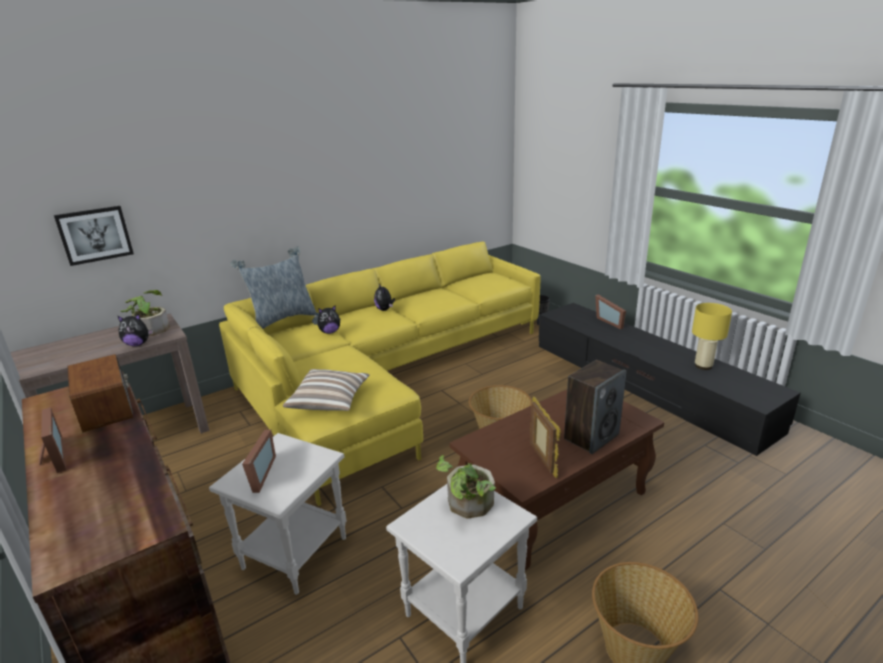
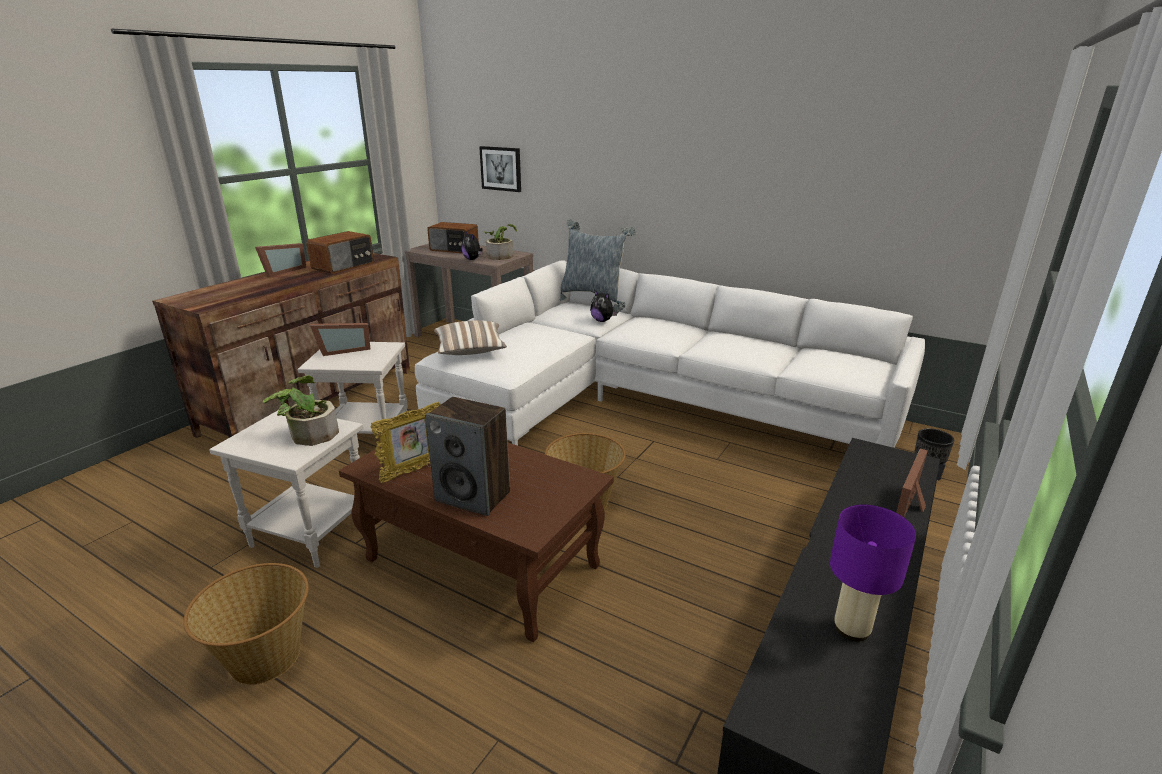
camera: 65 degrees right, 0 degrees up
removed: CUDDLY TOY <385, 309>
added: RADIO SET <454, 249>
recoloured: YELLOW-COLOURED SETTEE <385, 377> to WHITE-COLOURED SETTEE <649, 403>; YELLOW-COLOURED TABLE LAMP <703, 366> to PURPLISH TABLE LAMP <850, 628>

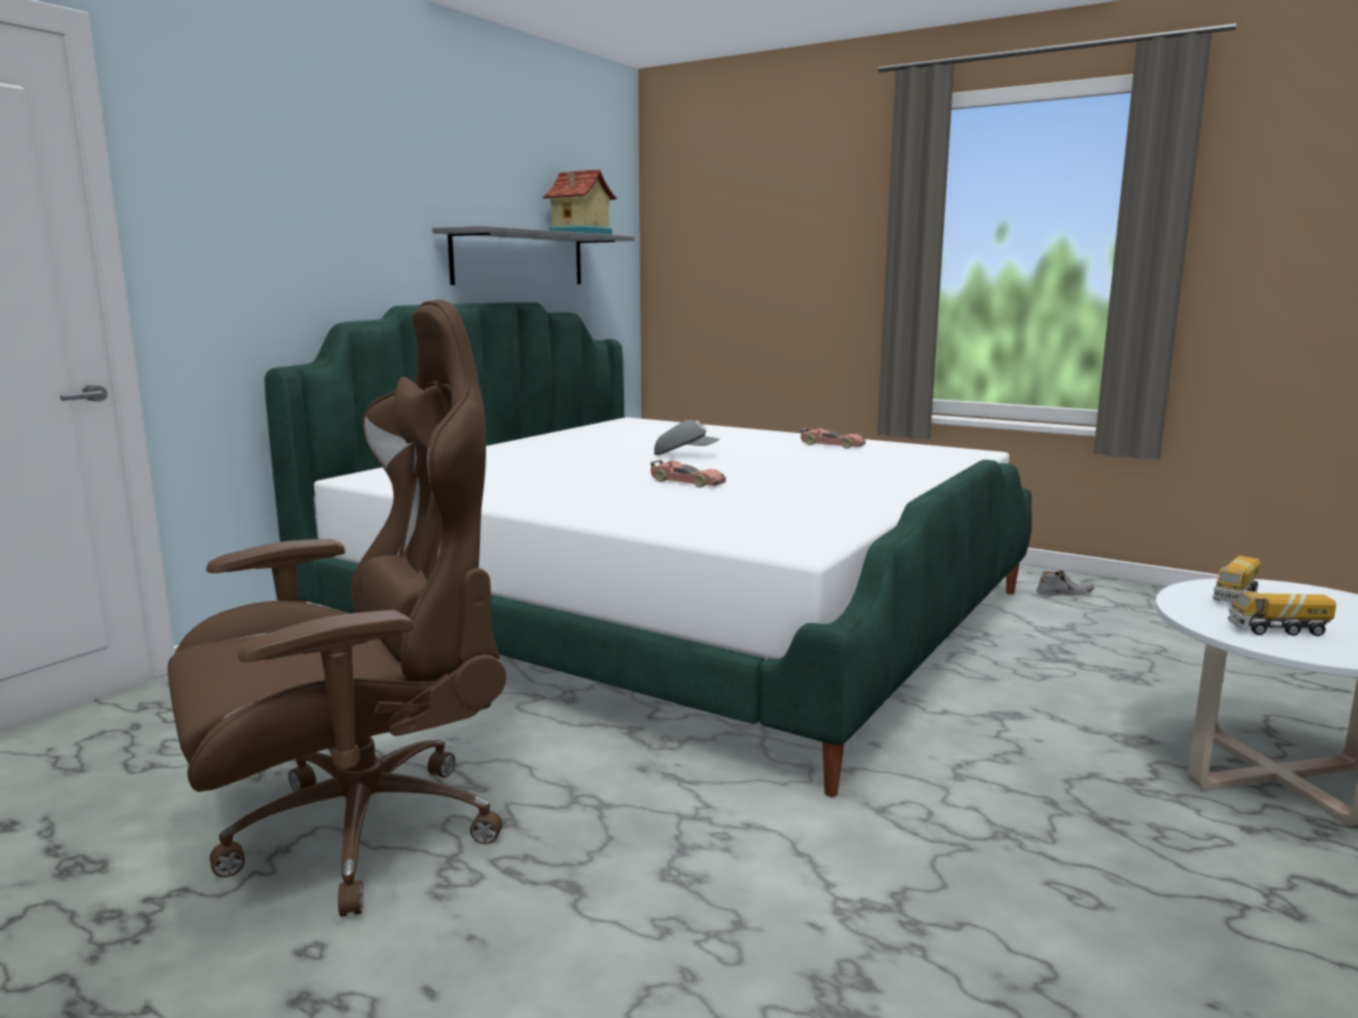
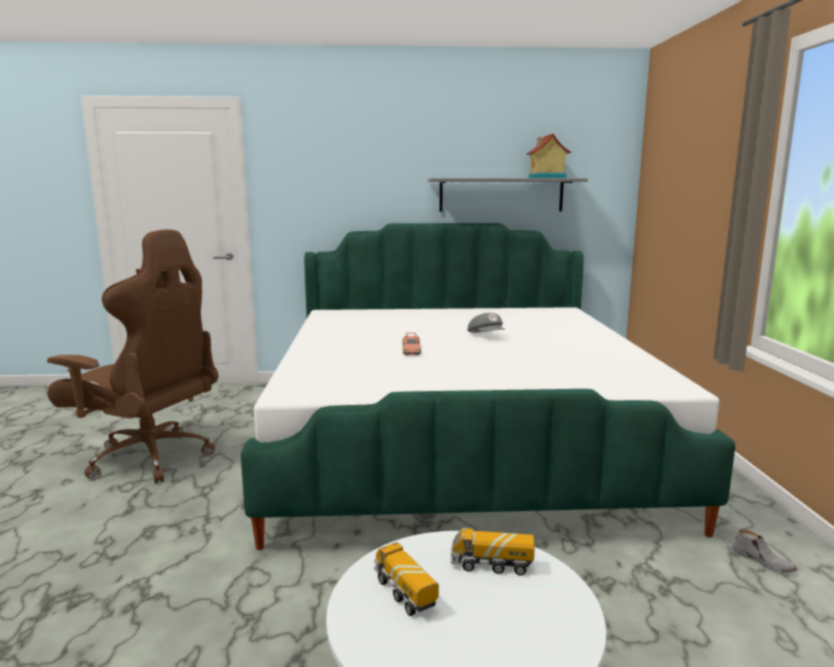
camera: 55 degrees right, 0 degrees up
removed: TOY CAR <831, 445>

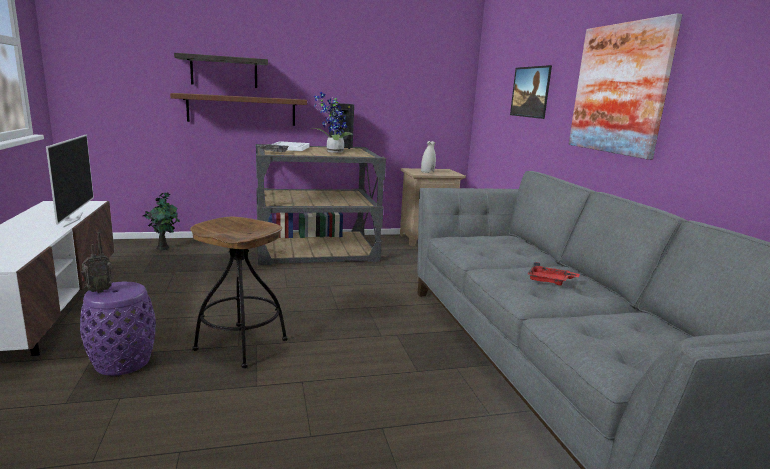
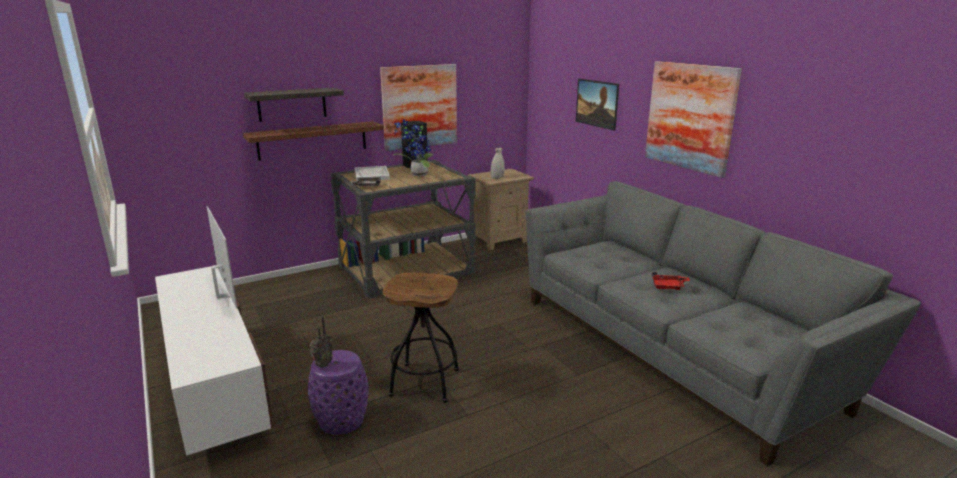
camera: 15 degrees left, 5 degrees up
removed: HOUSEPLANT <164, 248>
added: PICTURE <419, 106>

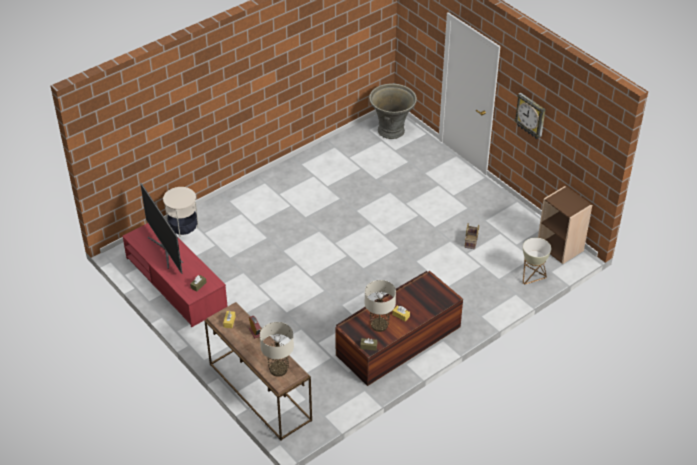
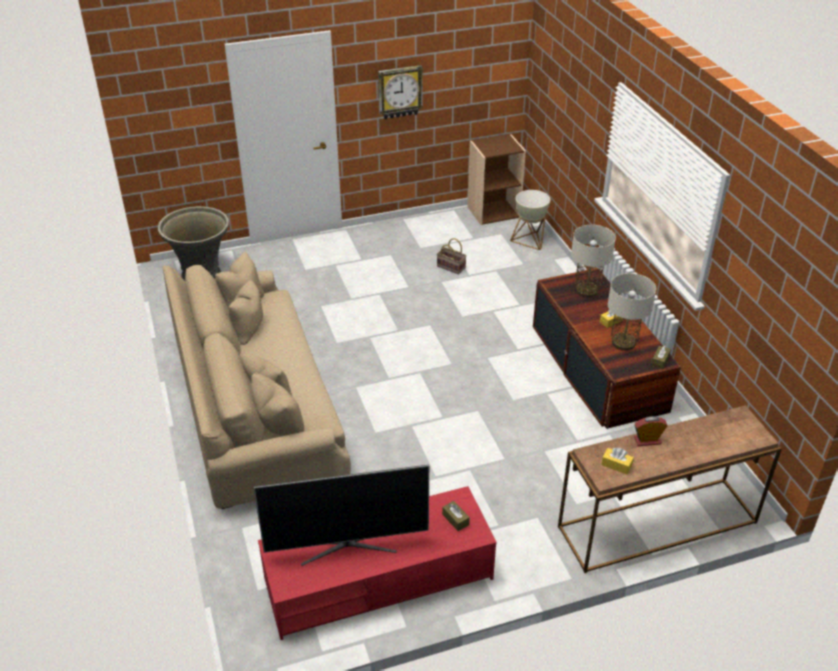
camera: 70 degrees left, 5 degrees down
removed: BEIGE-COLOURED END TABLE <183, 227>
added: BEIGE-COLOURED SETTEE <257, 404>
moved: TABLE LAMP <278, 369> to <587, 291>

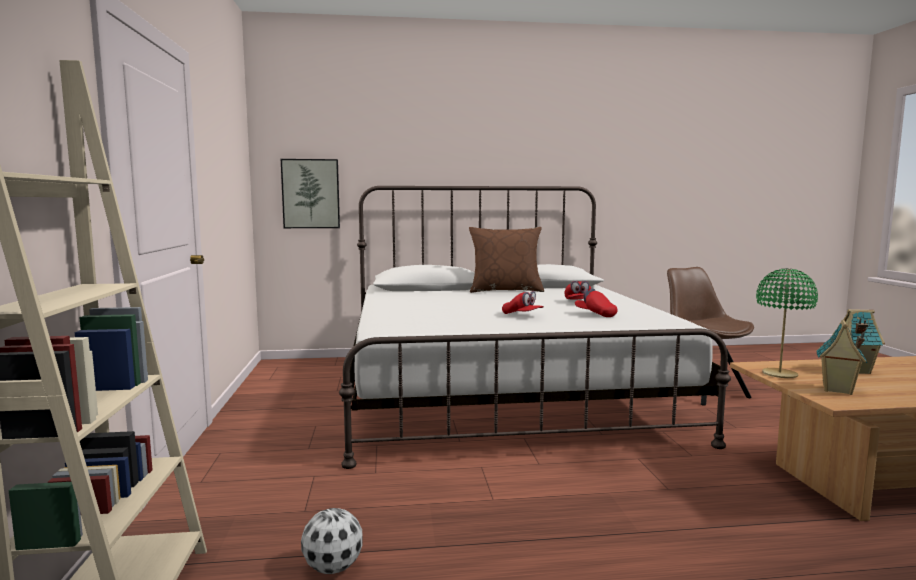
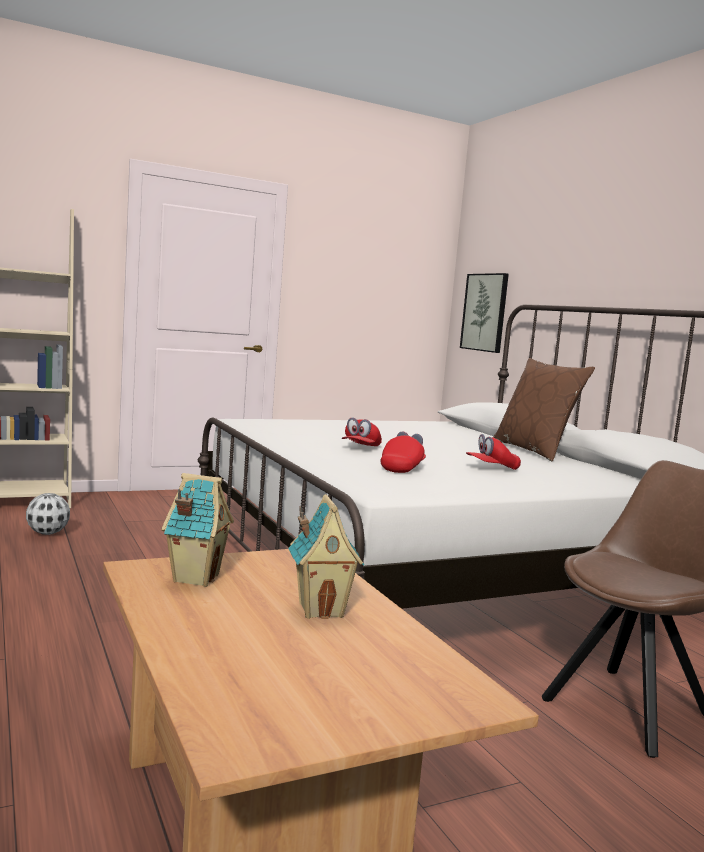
camera: 70 degrees right, 0 degrees up
removed: GREENISH TABLE LAMP <779, 374>

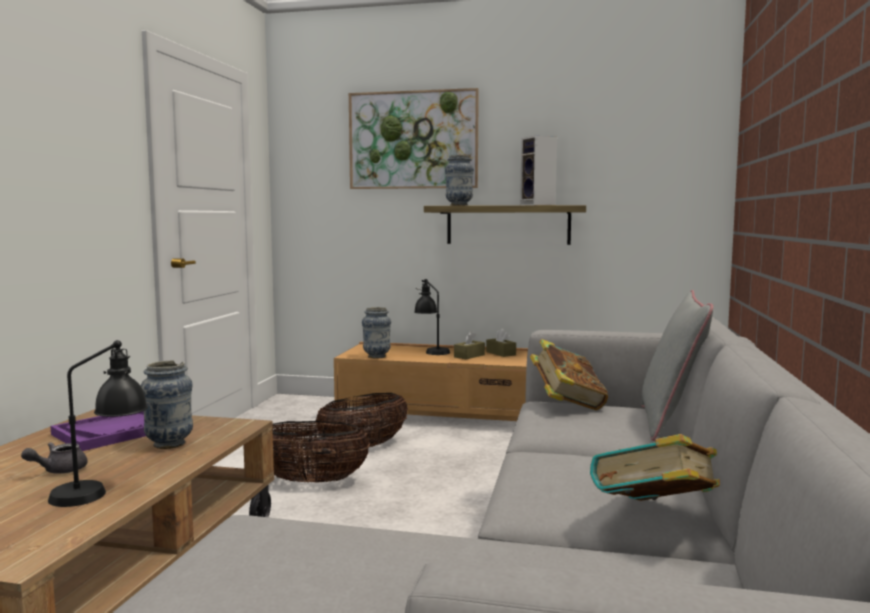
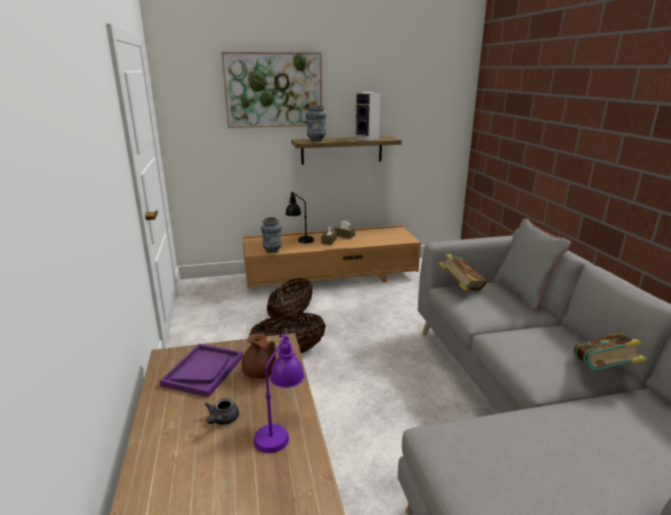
camera: 25 degrees left, 15 degrees up
replaced: FLOWER VASE <169, 444> to BROWNISH TEA POT <260, 373>
recoloured: BLACK TABLE LAMP <102, 490> to PURPLISH TABLE LAMP <280, 429>

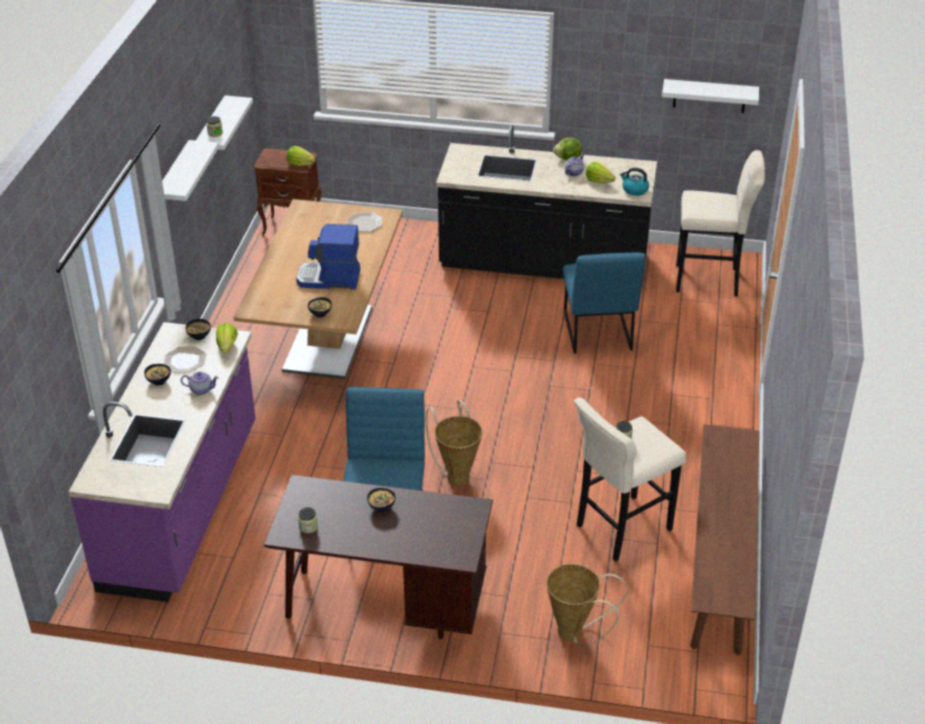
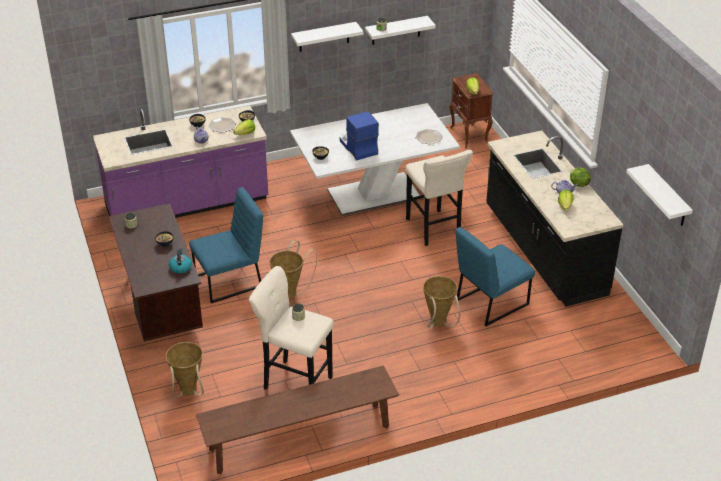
camera: 60 degrees right, 0 degrees up
added: STORAGE BASKET <438, 325>
moved: KETTLE <634, 190> to <180, 267>; BEIGE-COLOURED STOOL SEAT <710, 280> to <434, 230>
recoloured: BROWNISH KITCHEN TABLE <328, 339> to WHITE-COLOURED KITCHEN TABLE <373, 194>

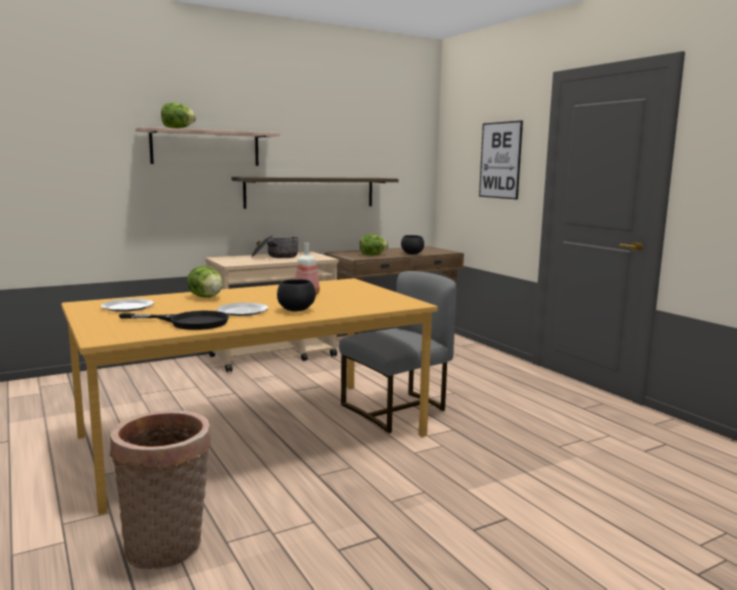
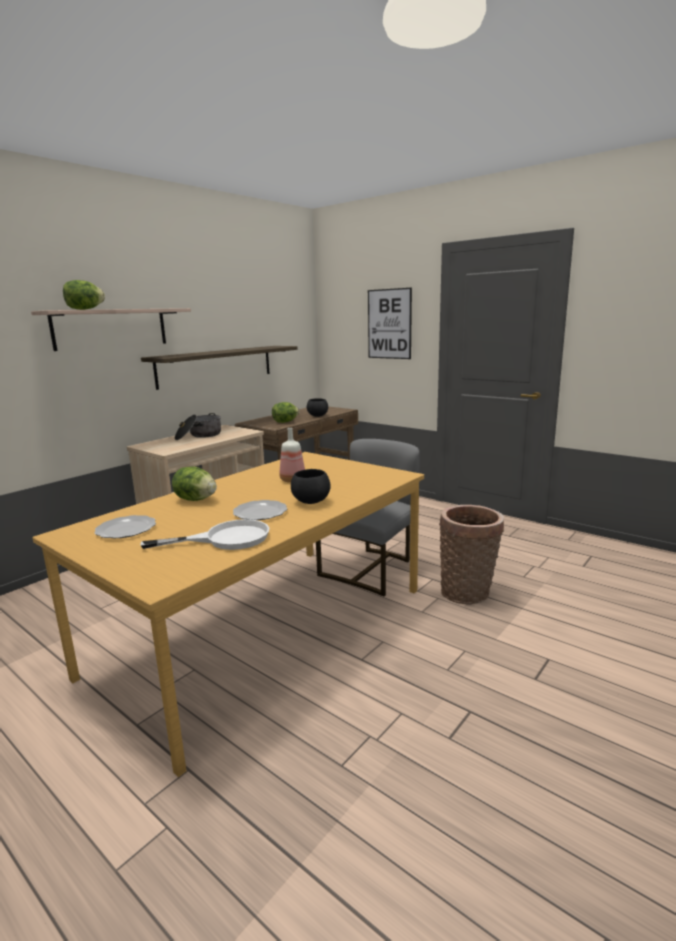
camera: 20 degrees left, 5 degrees up
moved: STORAGE BASKET <168, 549> to <468, 592>
recoloured: BLACK PAN <189, 322> to WHITE-COLOURED PAN <225, 539>

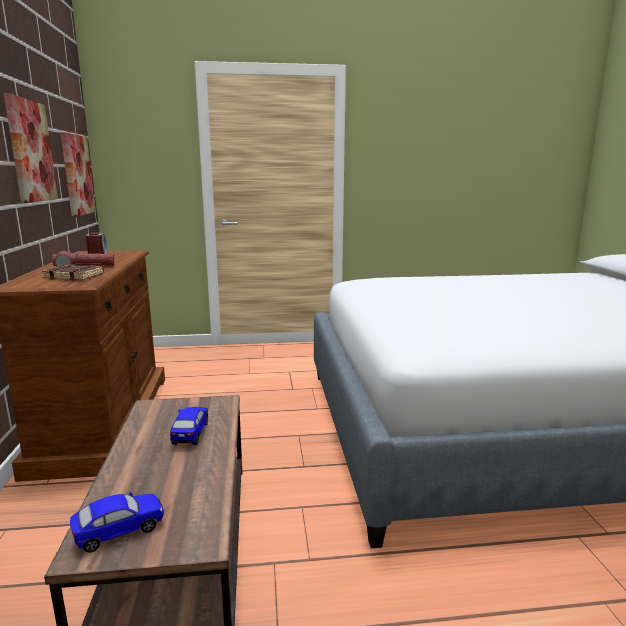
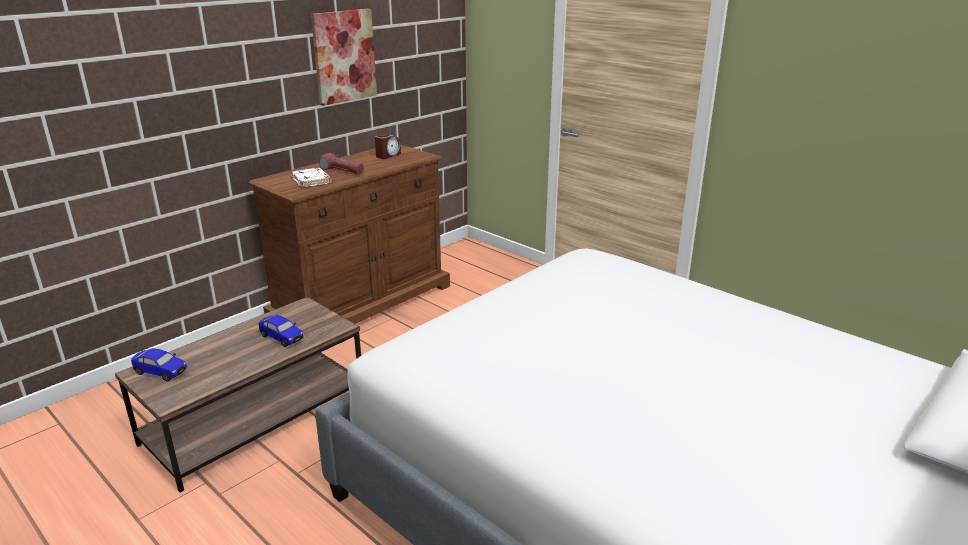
camera: 50 degrees right, 10 degrees up
removed: PICTURE <77, 175>
recoloured: BROWNISH VOLUME <75, 276> to WHITE-COLOURED VOLUME <312, 181>
turned: TOY CAR <191, 433> = <282, 338> 75 degrees clockwise

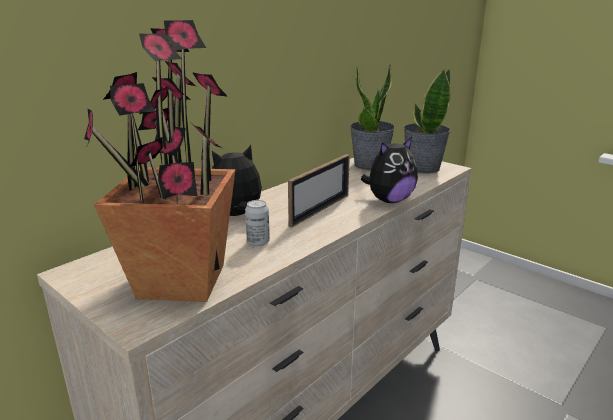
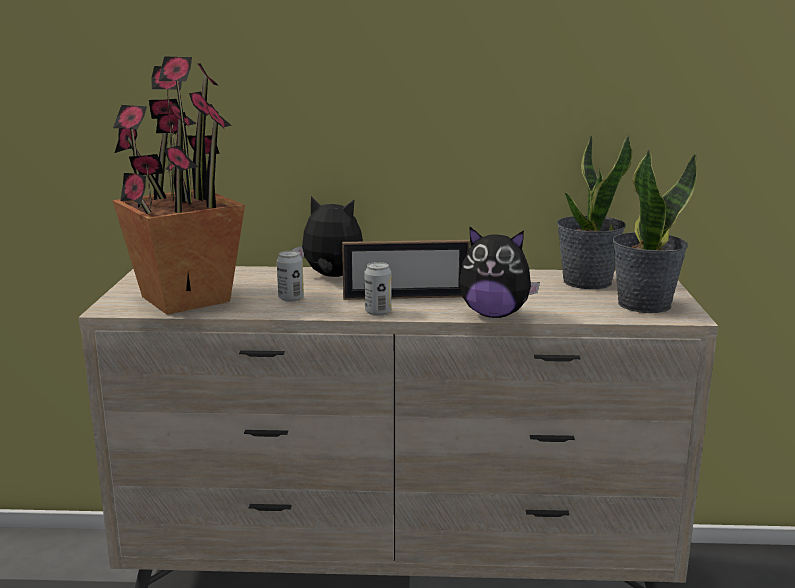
camera: 50 degrees right, 5 degrees down
added: SEALED CAN <378, 312>

